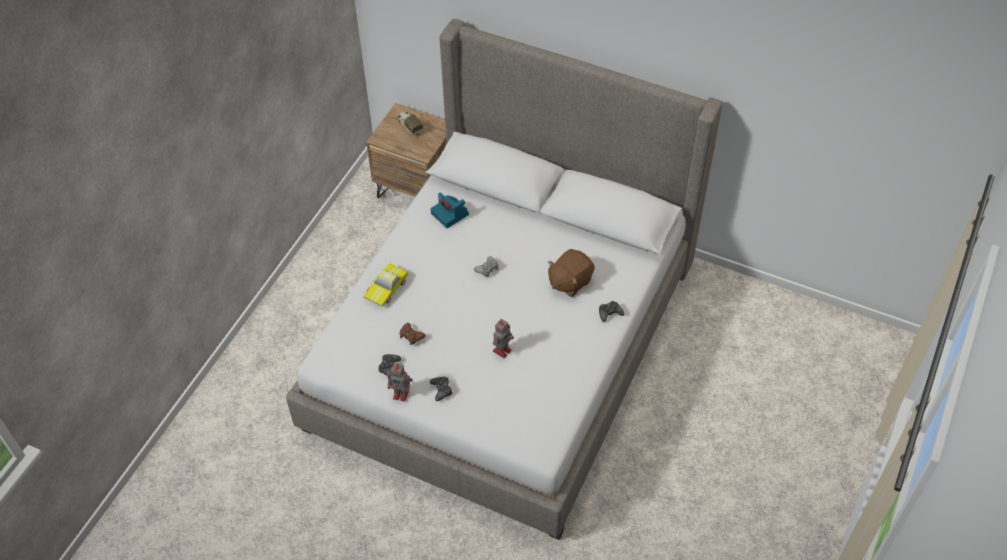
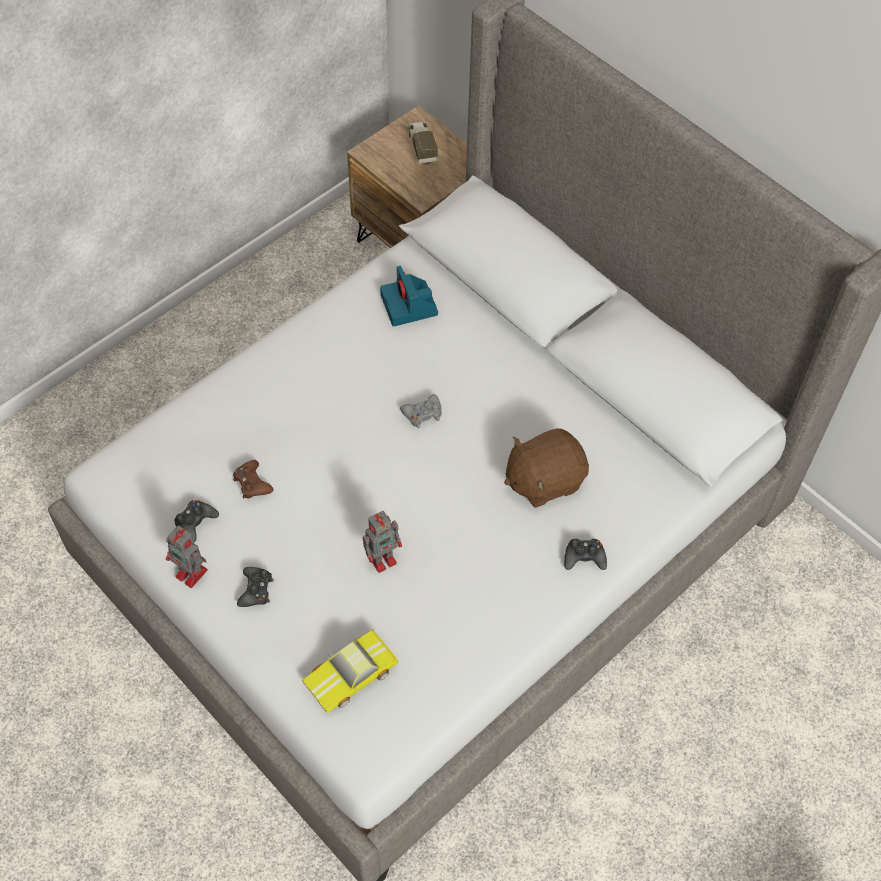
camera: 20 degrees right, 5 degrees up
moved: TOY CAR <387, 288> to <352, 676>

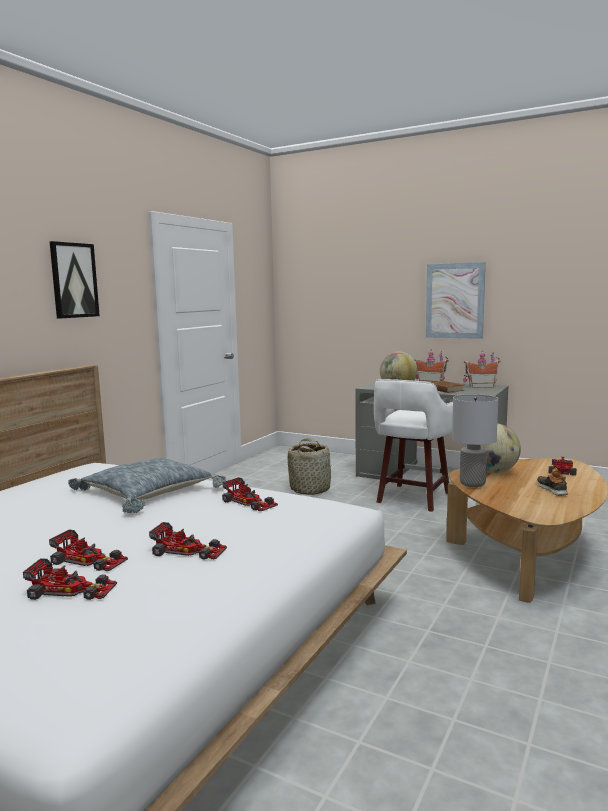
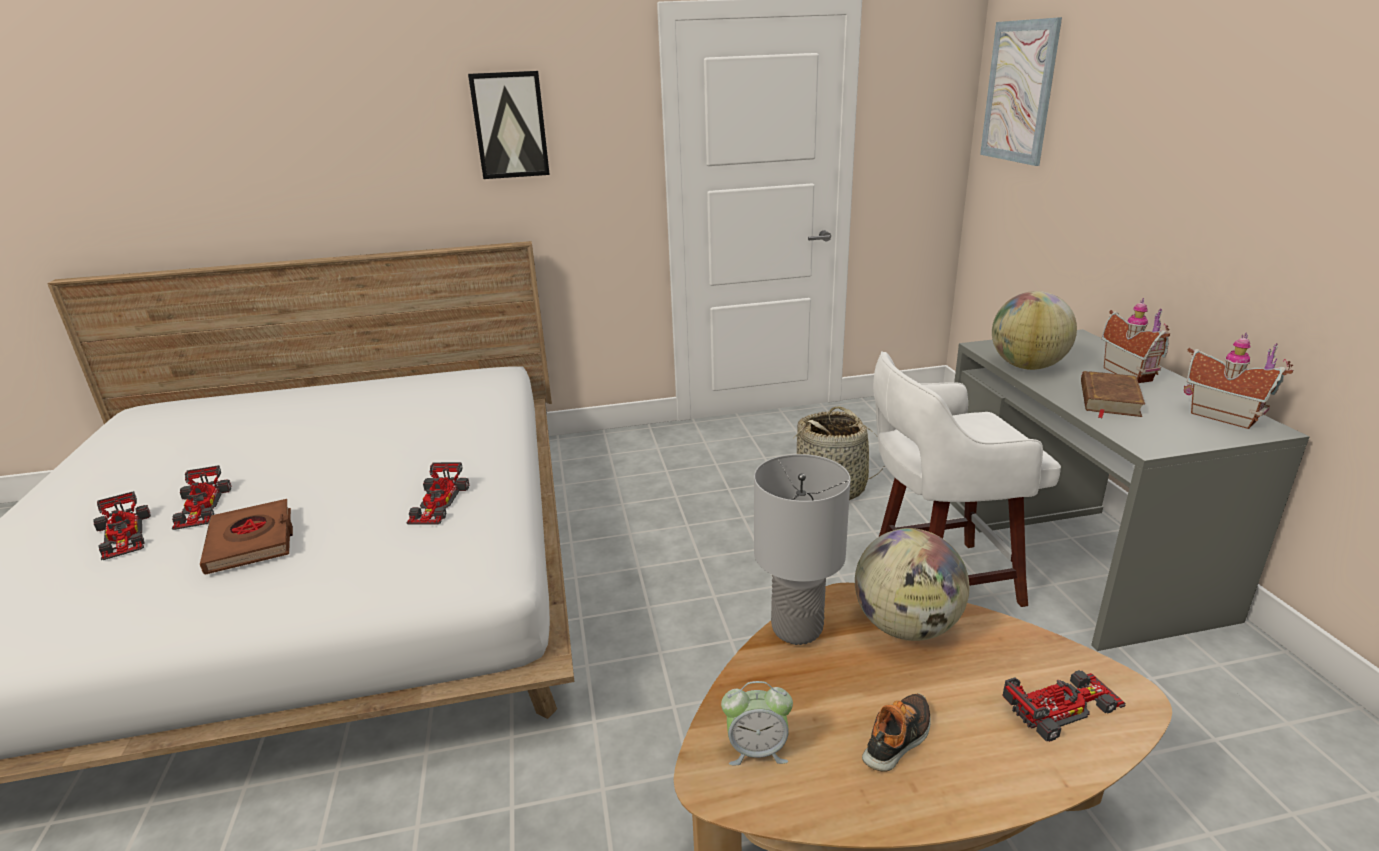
camera: 50 degrees right, 15 degrees up
removed: PILLOW <147, 490>
added: ALARM CLOCK <757, 750>
moved: PICTURE <455, 301> to <1019, 92>
replaced: TOY CAR <188, 550> to BROWNISH VOLUME <252, 541>

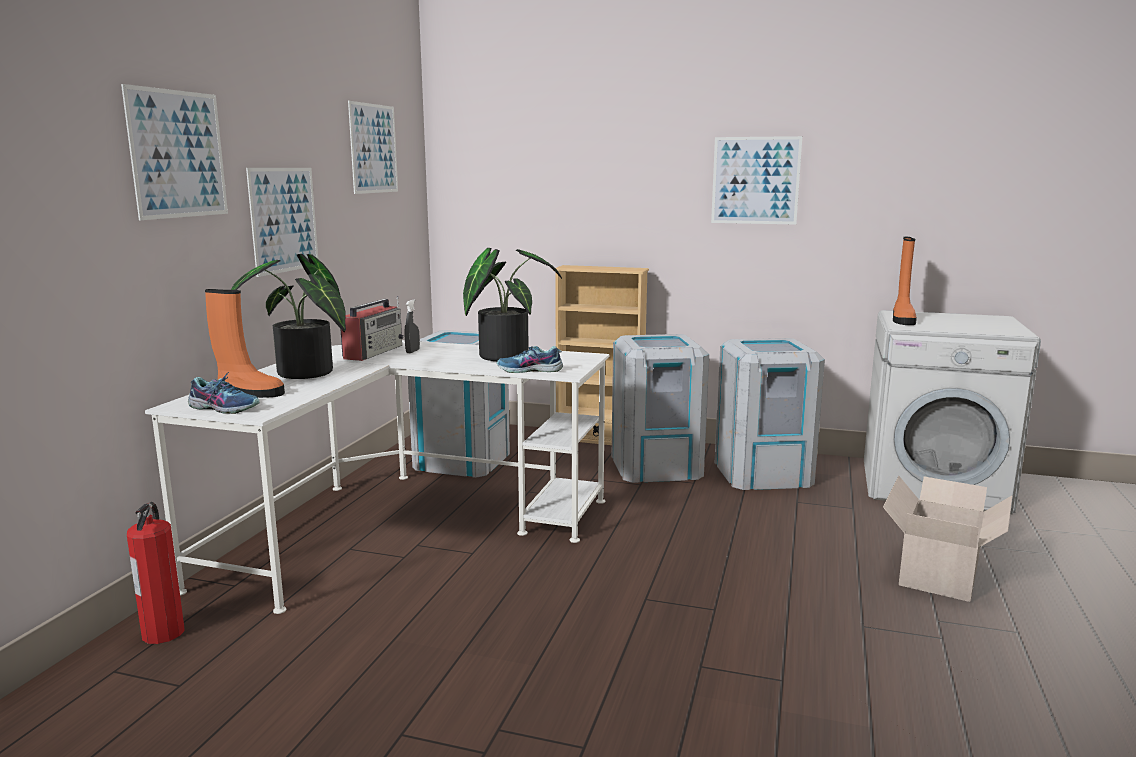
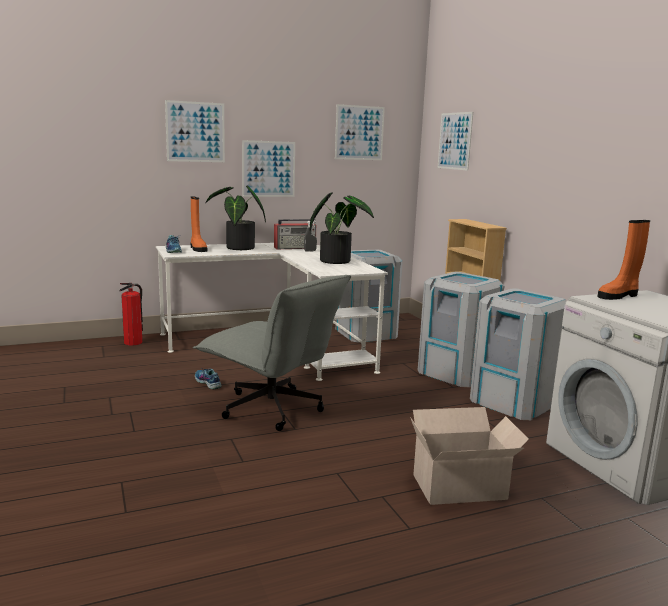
camera: 50 degrees right, 0 degrees up
added: GRAY OFFICE CHAIR <270, 408>
moved: SHOE <530, 370> to <207, 383>; PICTURE <755, 180> to <454, 141>

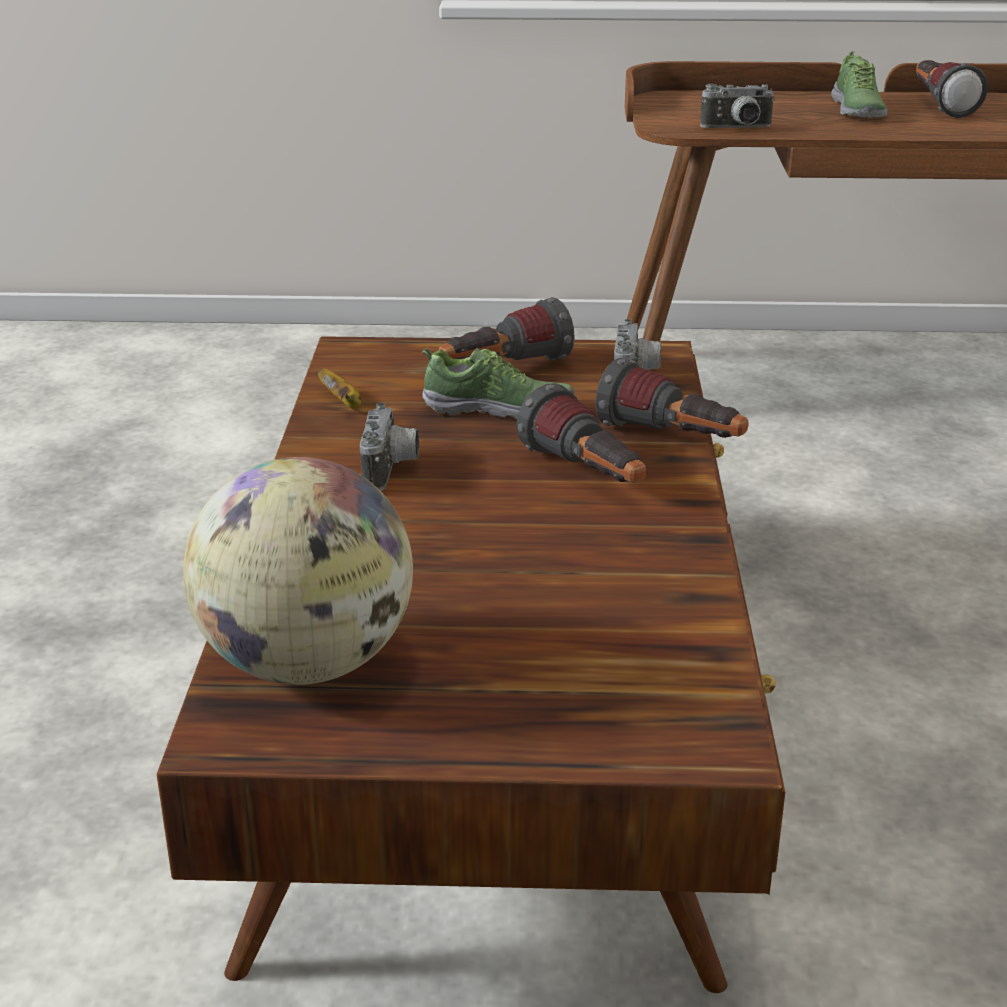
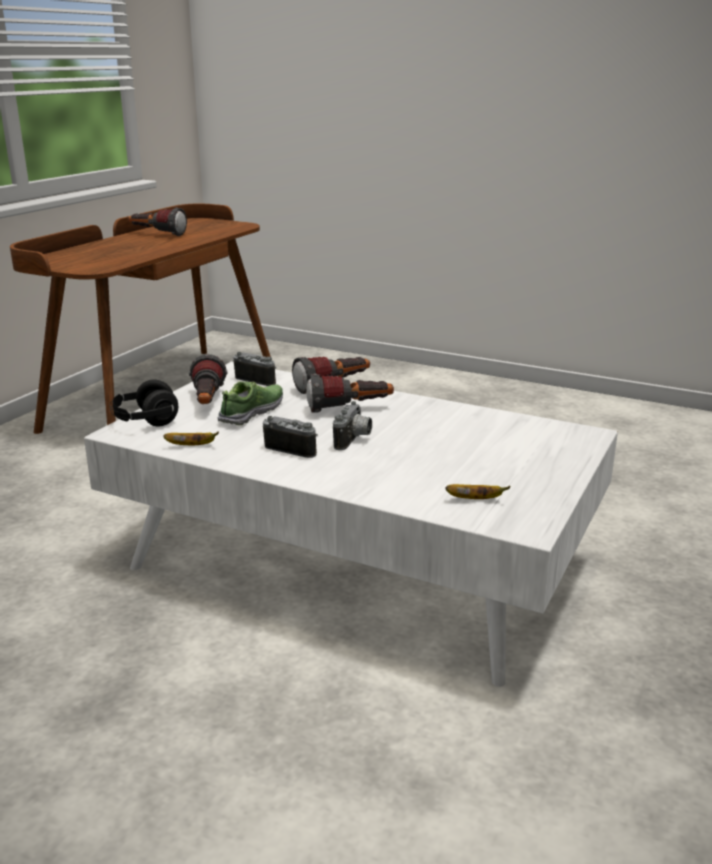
camera: 65 degrees left, 5 degrees down
removed: SHOE <856, 110>
added: BLACK HEADPHONES <145, 421>
moved: STILL CAMERA <737, 129> to <354, 440>
replaced: GLOBE <307, 664> to BANANA FRUIT <475, 499>
recoloured: BROWNISH COFFEE TABLE <496, 720> to WHITE-COLOURED COFFEE TABLE <353, 560>

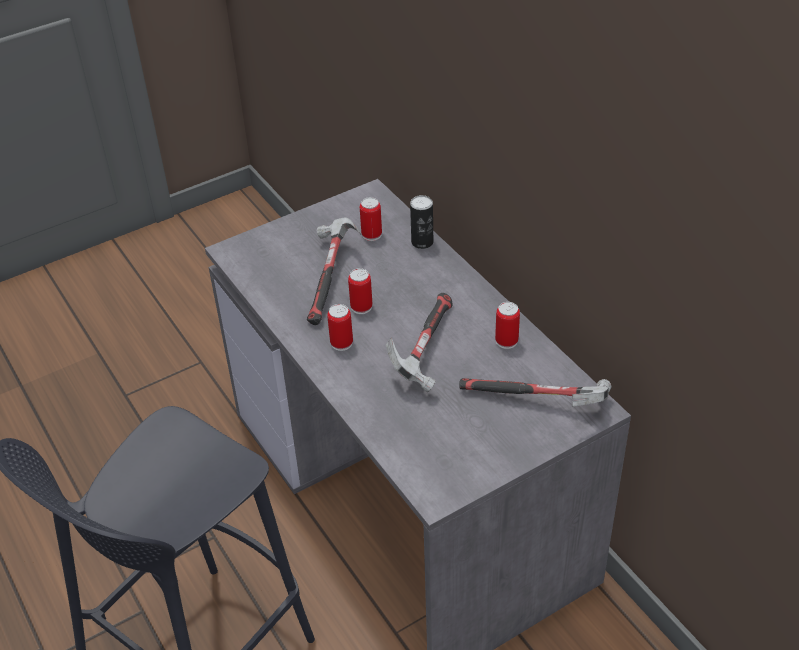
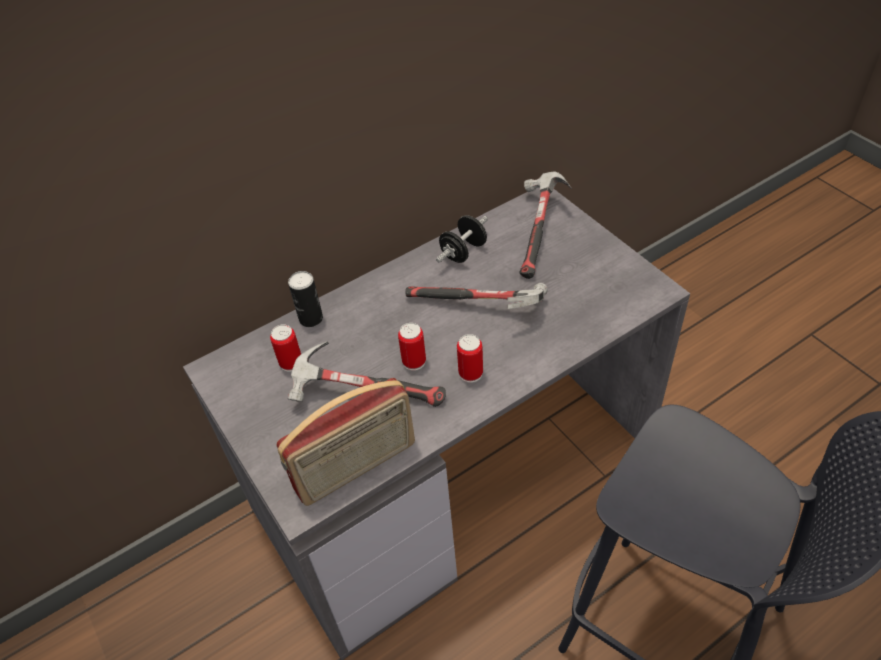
camera: 90 degrees left, 5 degrees up
added: RADIO SET <357, 468>
replaced: SEALED CAN <506, 341> to BLACK FREE WEIGHT <463, 252>

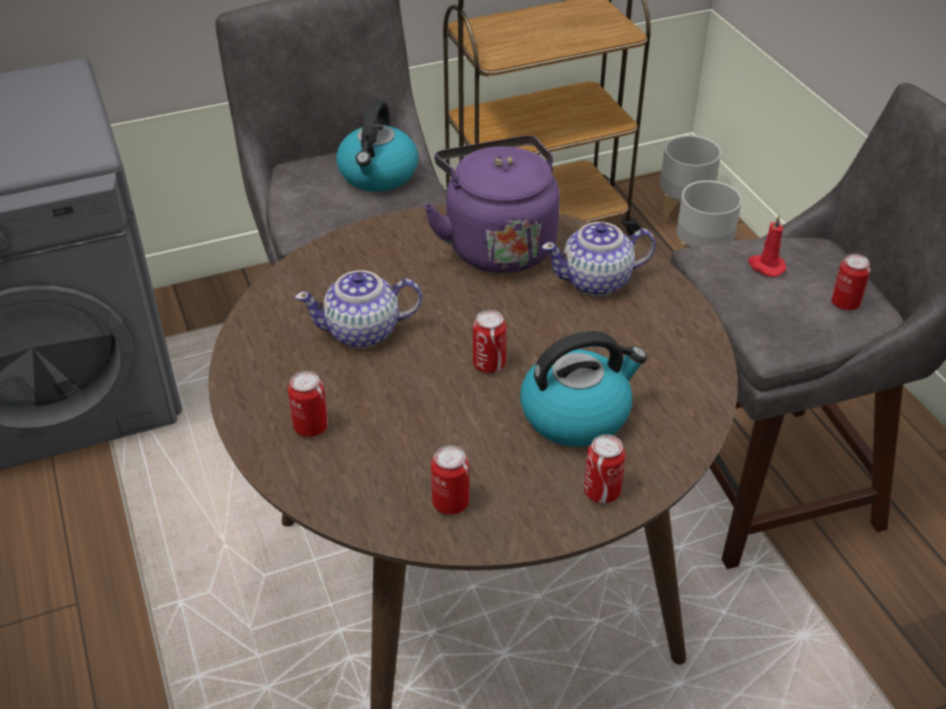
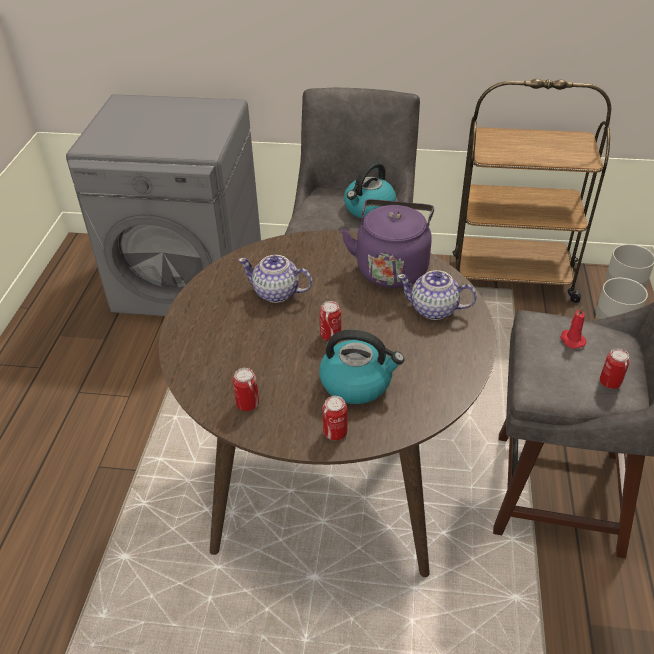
camera: 30 degrees right, 0 degrees up
removed: SEALED CAN <311, 426>

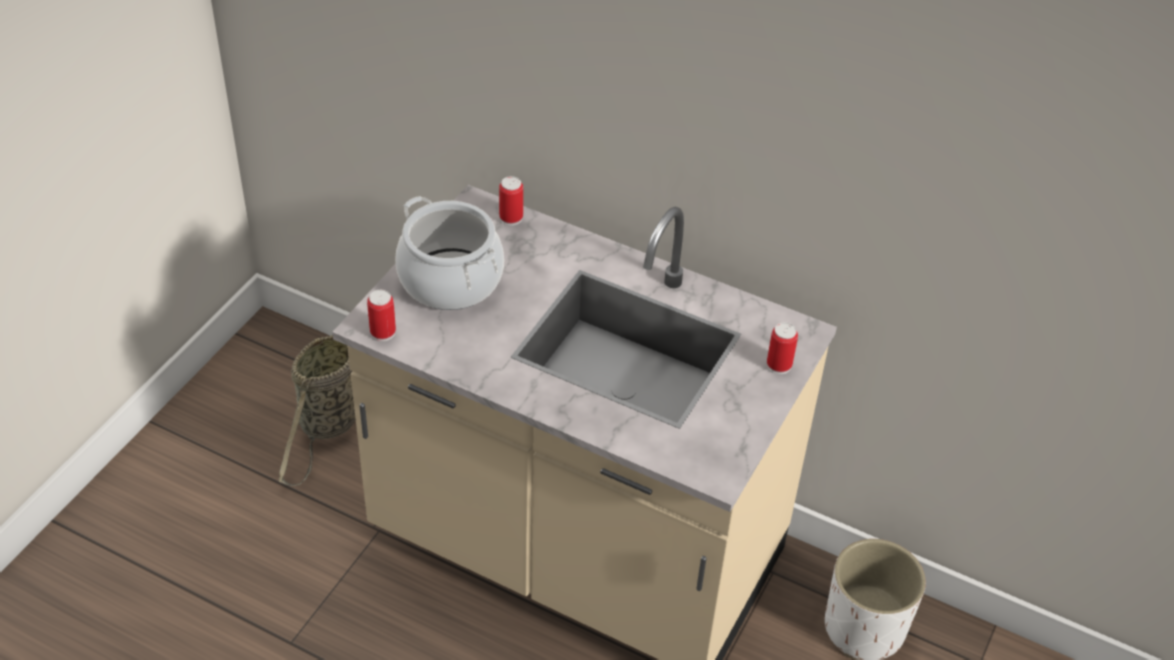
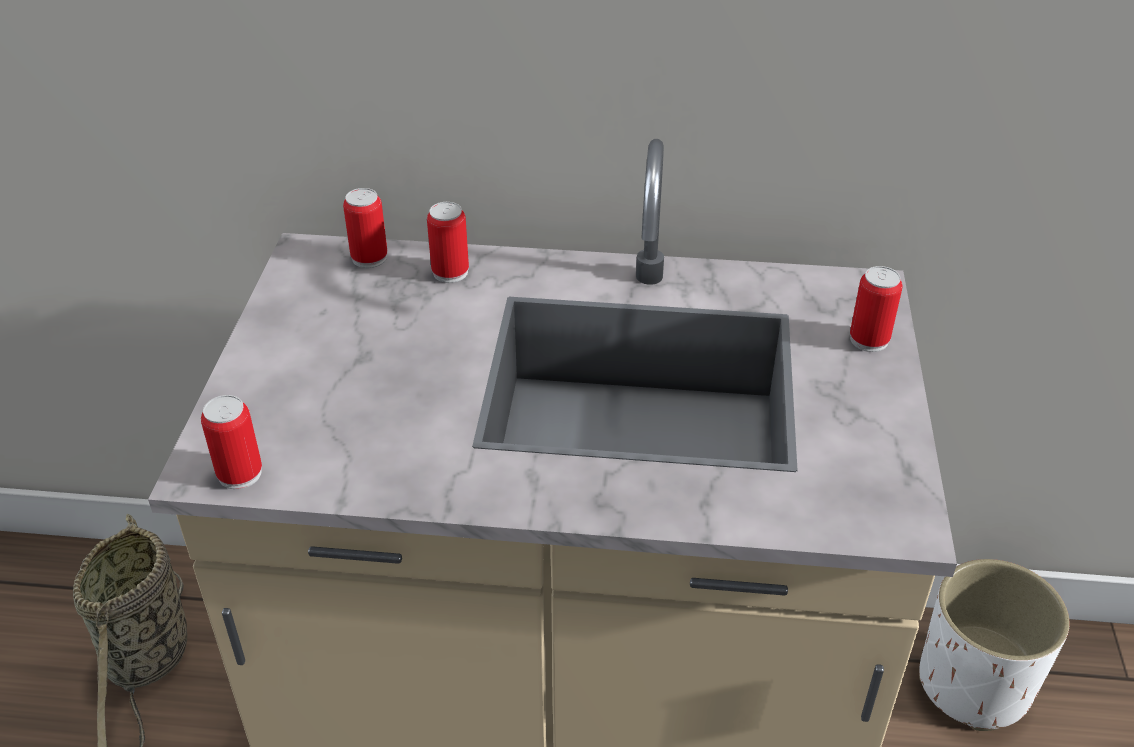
camera: 20 degrees left, 5 degrees down
removed: COOKING POT <450, 280>
added: SEALED CAN <450, 272>

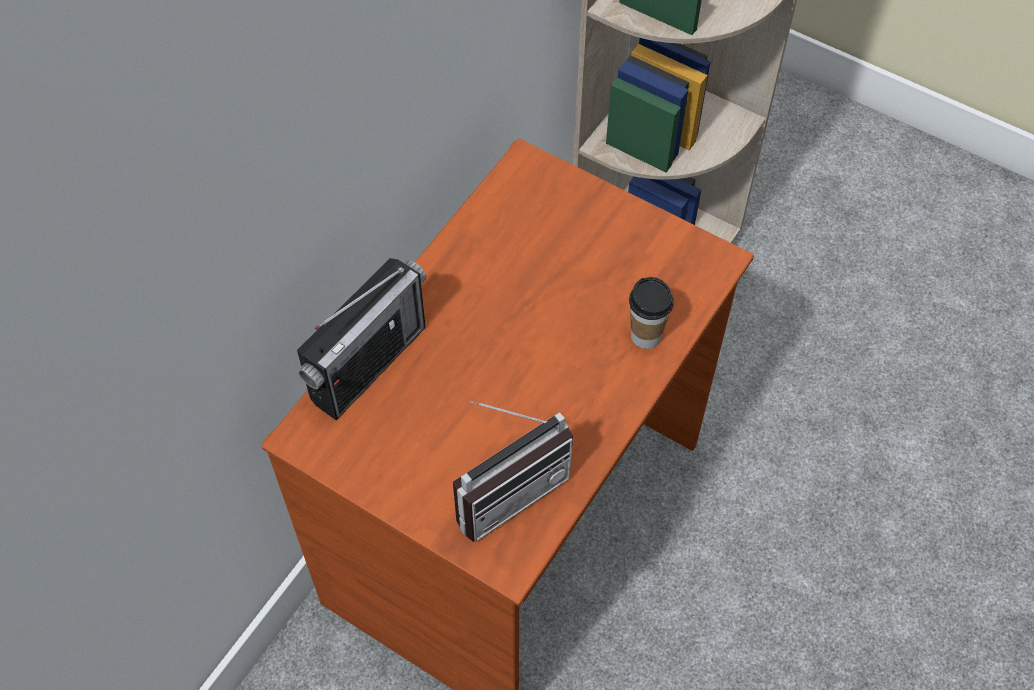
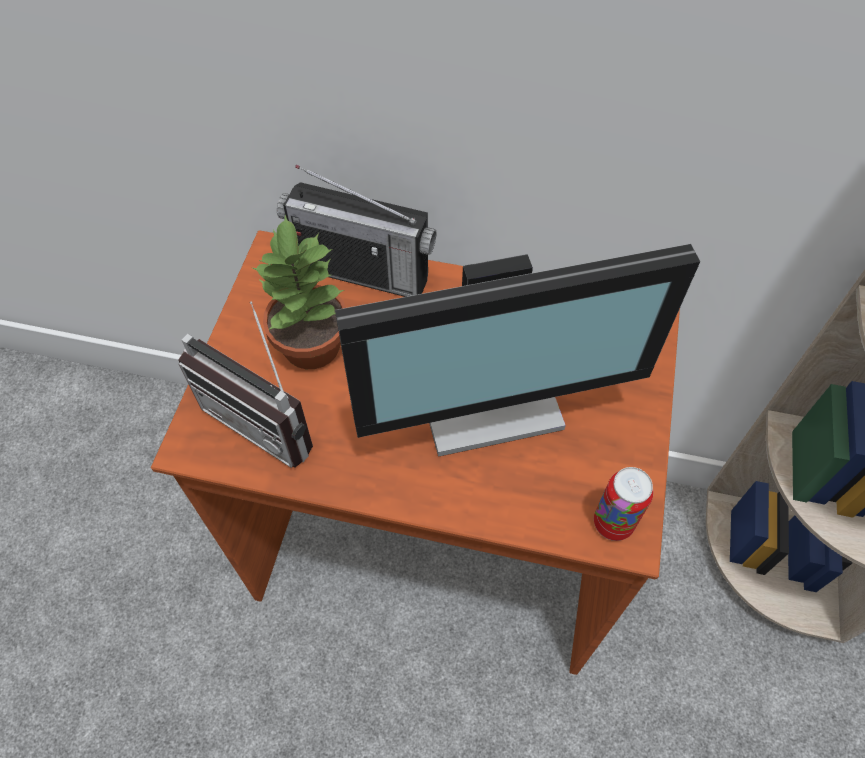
camera: 70 degrees right, 0 degrees up
removed: CUP <645, 336>
added: HOUSEPLANT <311, 347>; COMPUTER SCREEN <489, 394>; SEALED CAN <613, 523>

